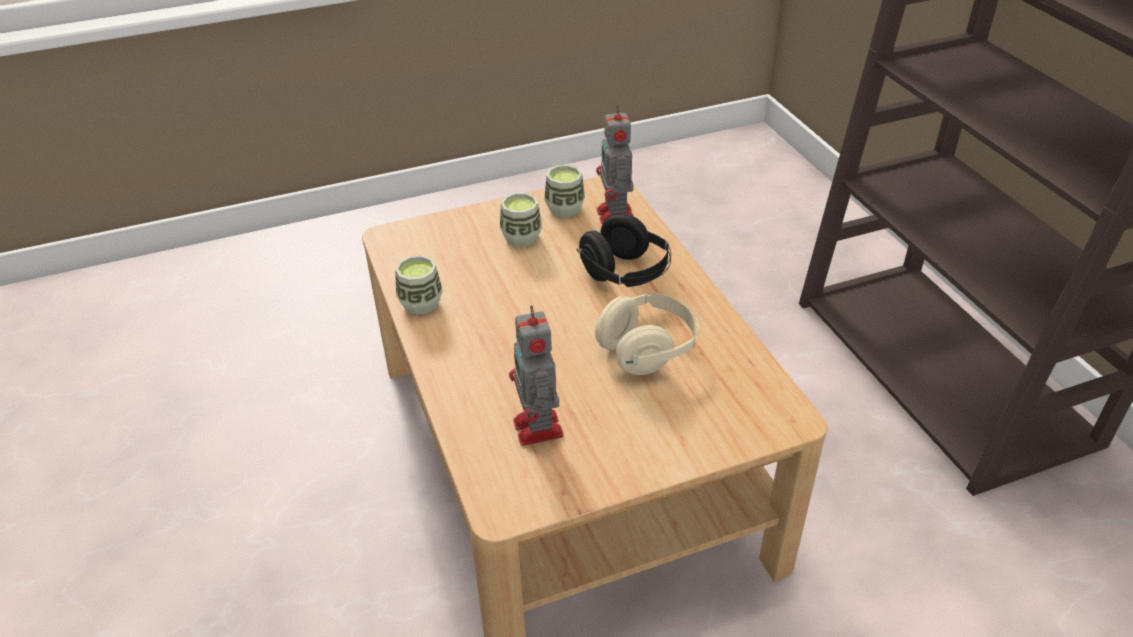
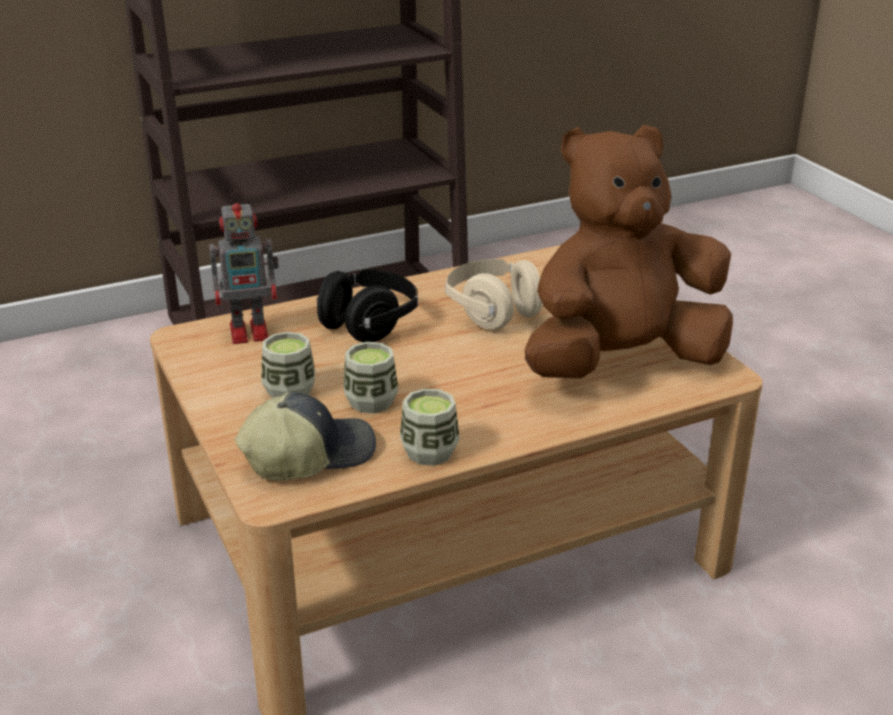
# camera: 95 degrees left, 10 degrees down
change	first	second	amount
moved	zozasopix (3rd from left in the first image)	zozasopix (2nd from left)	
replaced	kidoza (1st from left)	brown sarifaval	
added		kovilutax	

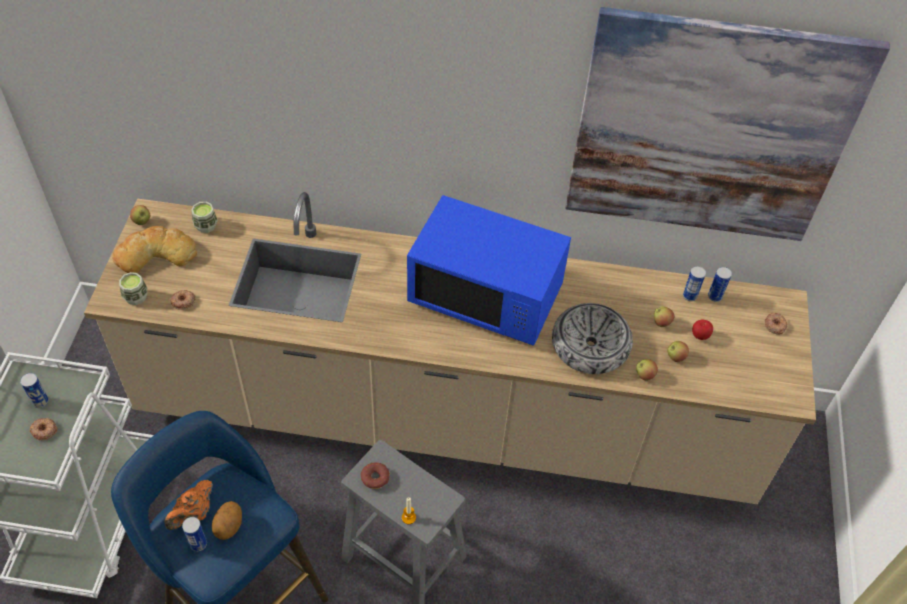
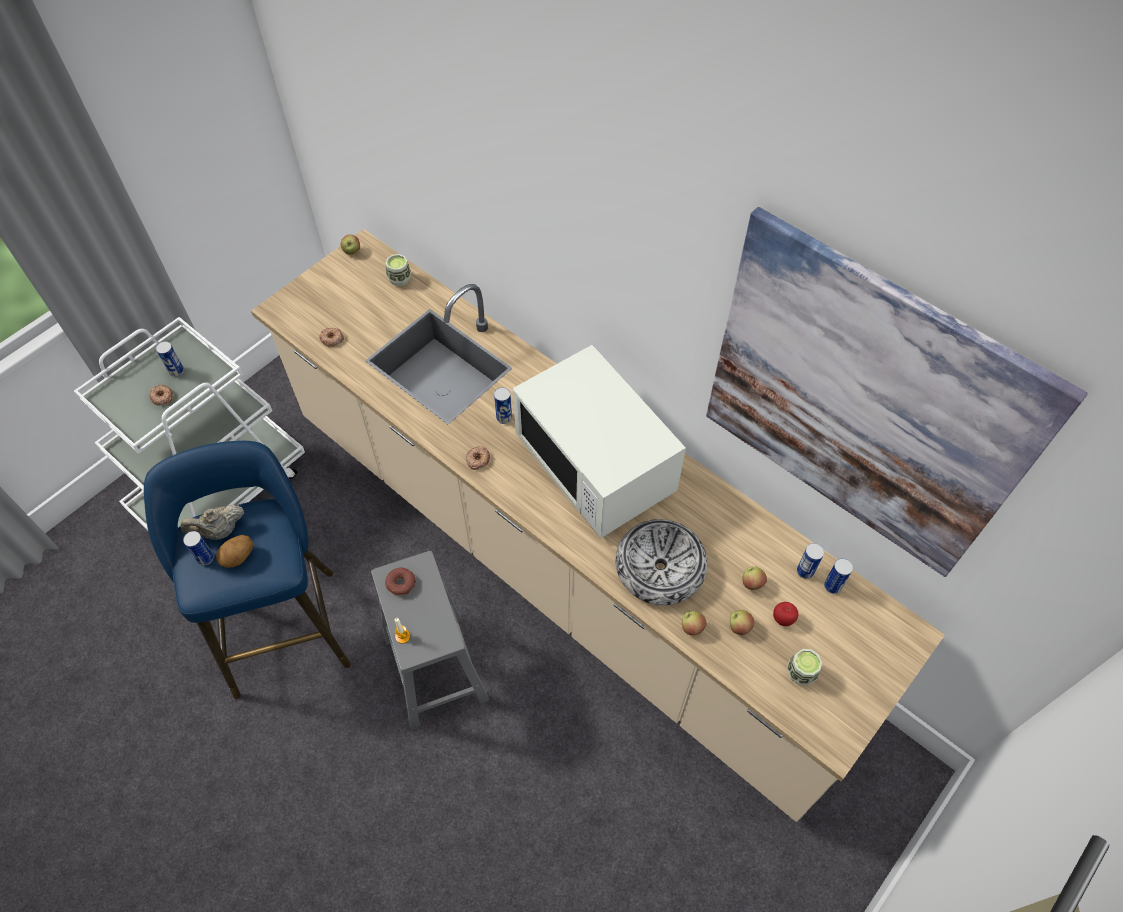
# camera: 35 degrees right, 5 degrees up
change	first	second	amount
recoloured	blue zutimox	white zutimox	
removed	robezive		
moved	zozasopix (1st from left in the first image)	zozasopix (2nd from left)	
moved	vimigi (4th from left)		
recoloured	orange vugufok	beige vugufok	
added		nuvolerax (3rd from left)	

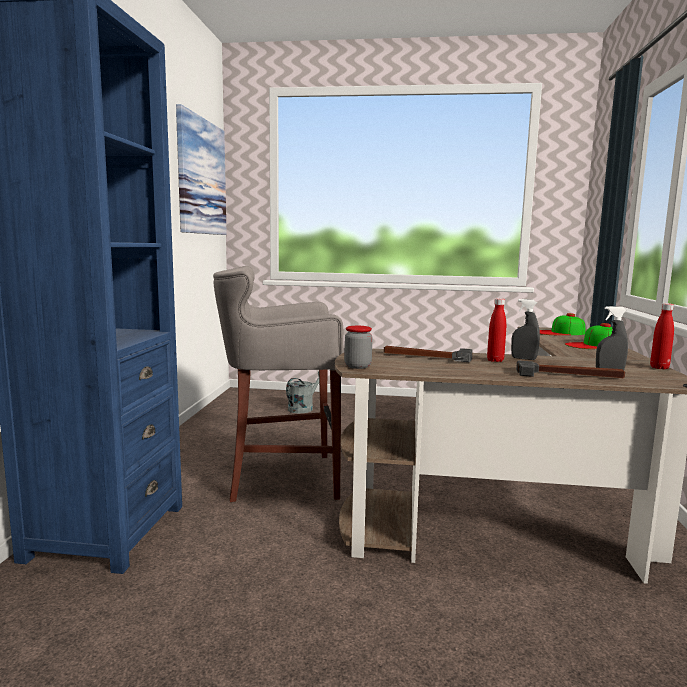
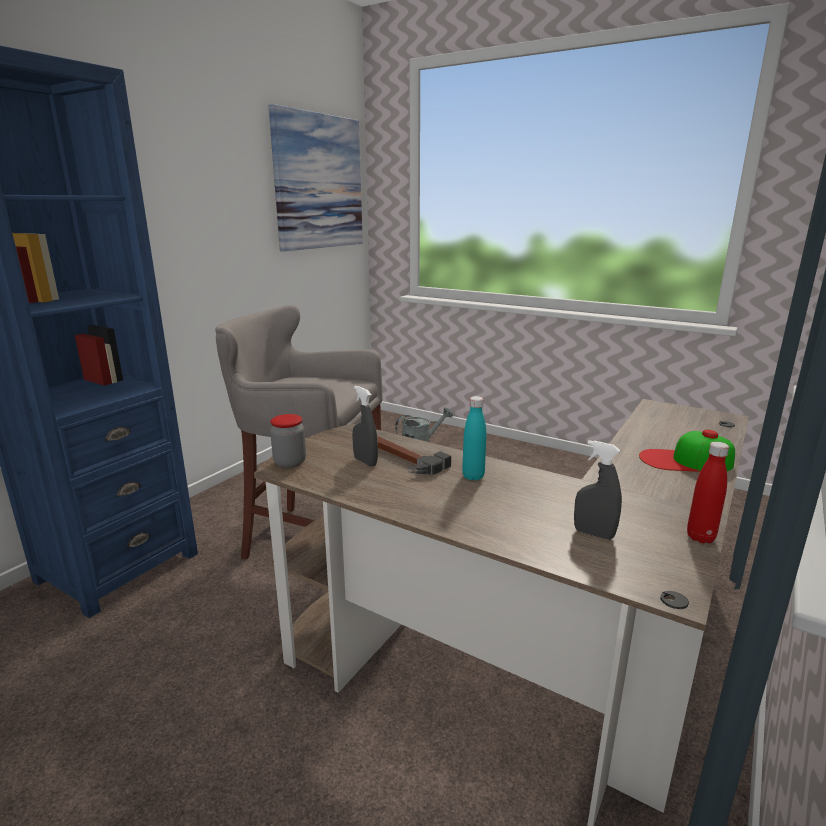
# camera: 25 degrees right, 10 degrees up
change	first	second	amount
recoloured	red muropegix (1st from left)	turquoise muropegix	
moved	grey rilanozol (1st from left)		
removed	kovilutax (1st from left)		
removed	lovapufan (2nd from left)		

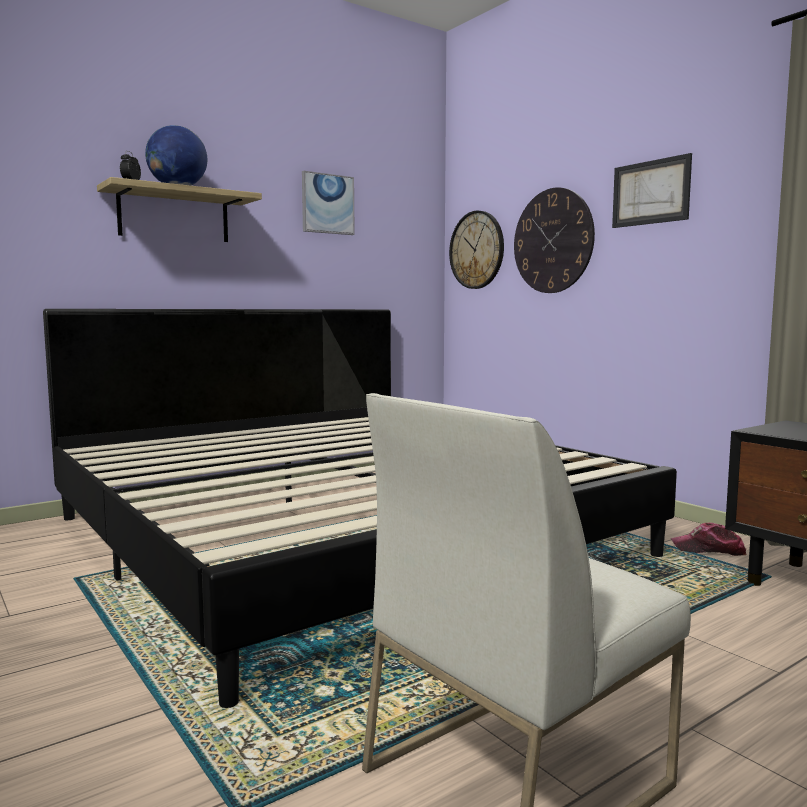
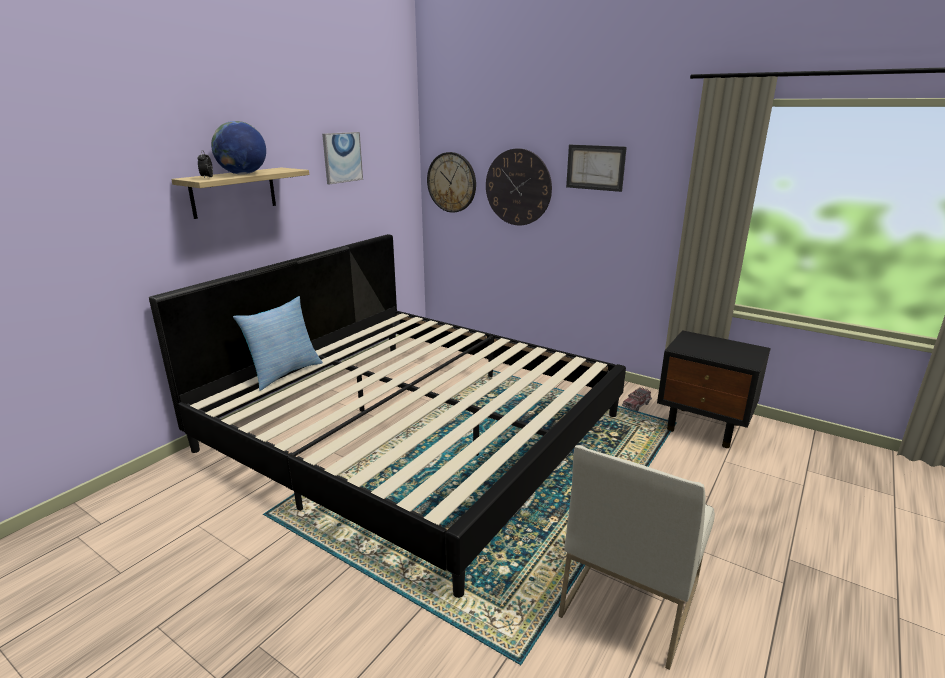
# camera: 20 degrees left, 15 degrees up
change	first	second	amount
replaced	kovilutax	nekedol	
added		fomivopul	

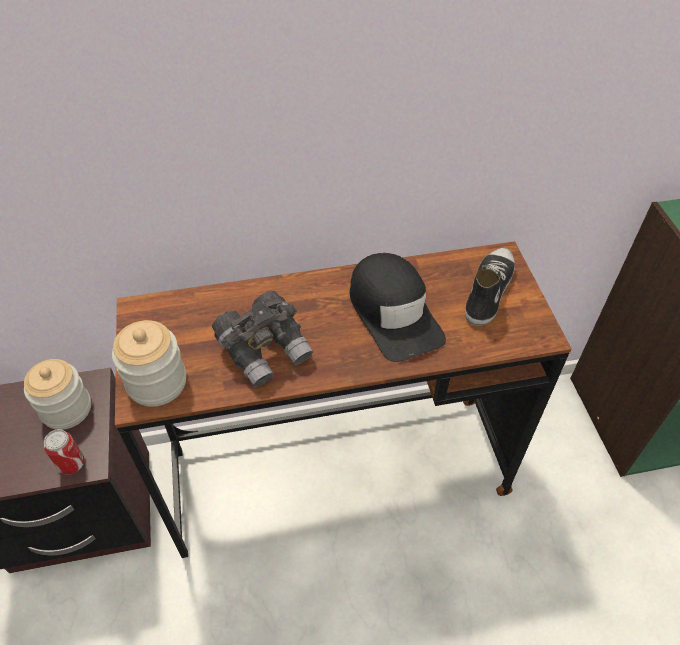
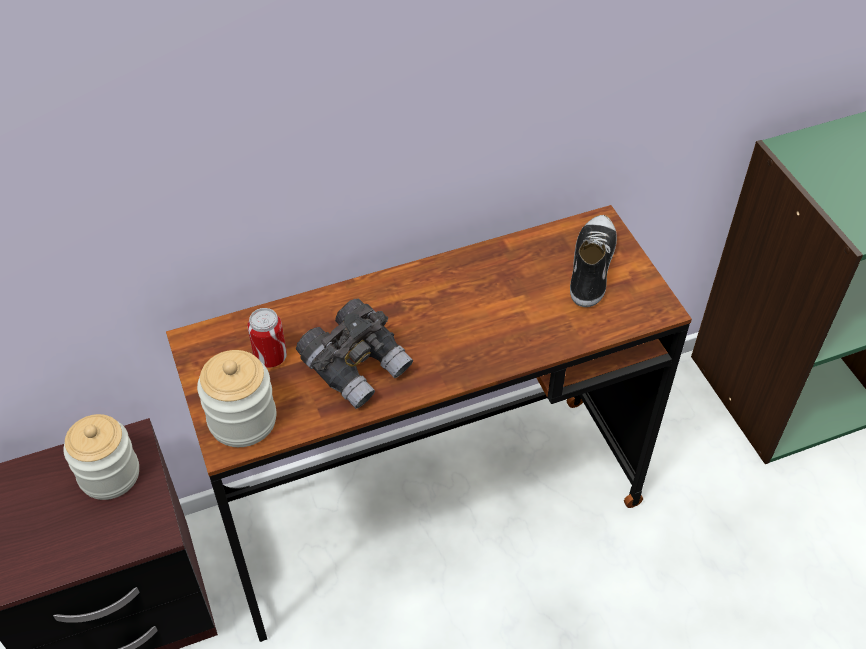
# camera: 10 degrees left, 0 degrees up
change	first	second	amount
removed	black kovilutax		
moved	nuvolerax		

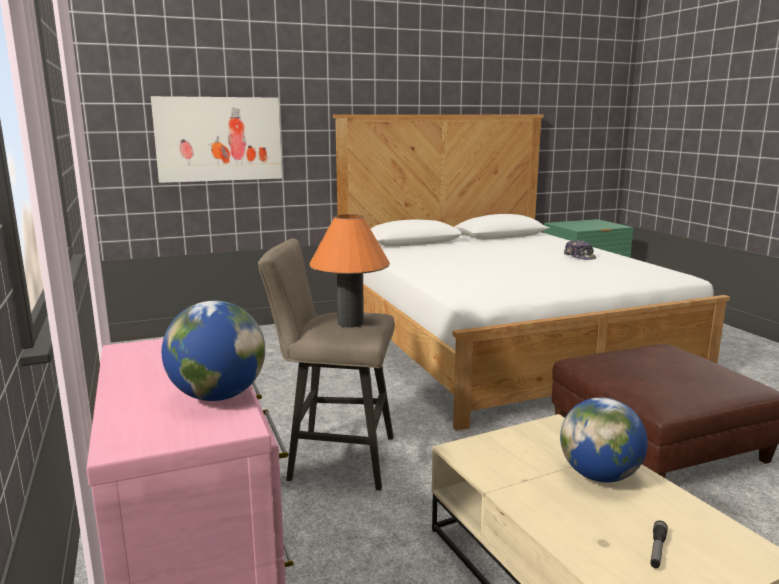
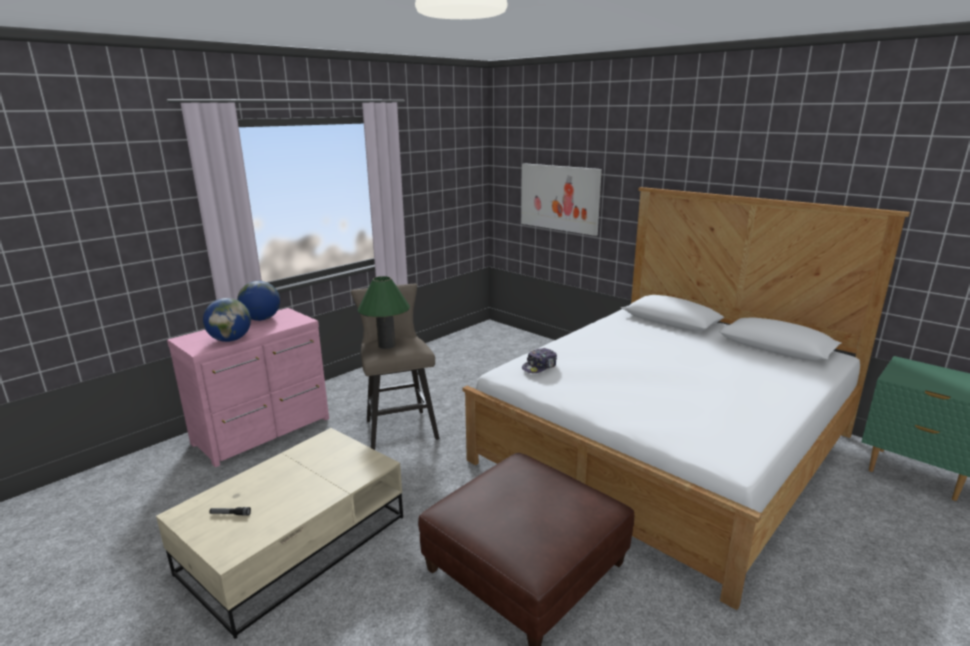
# camera: 65 degrees right, 5 degrees up
change	first	second	amount
recoloured	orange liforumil	green liforumil	
moved	kovilutax		
moved	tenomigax (2nd from left)		

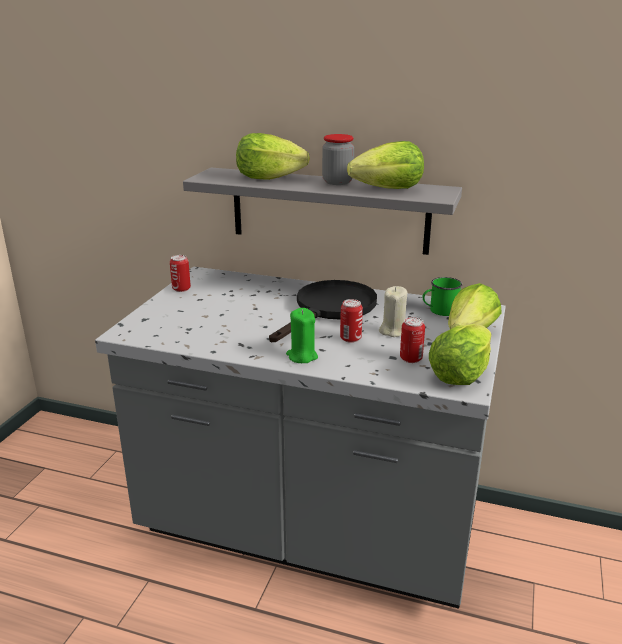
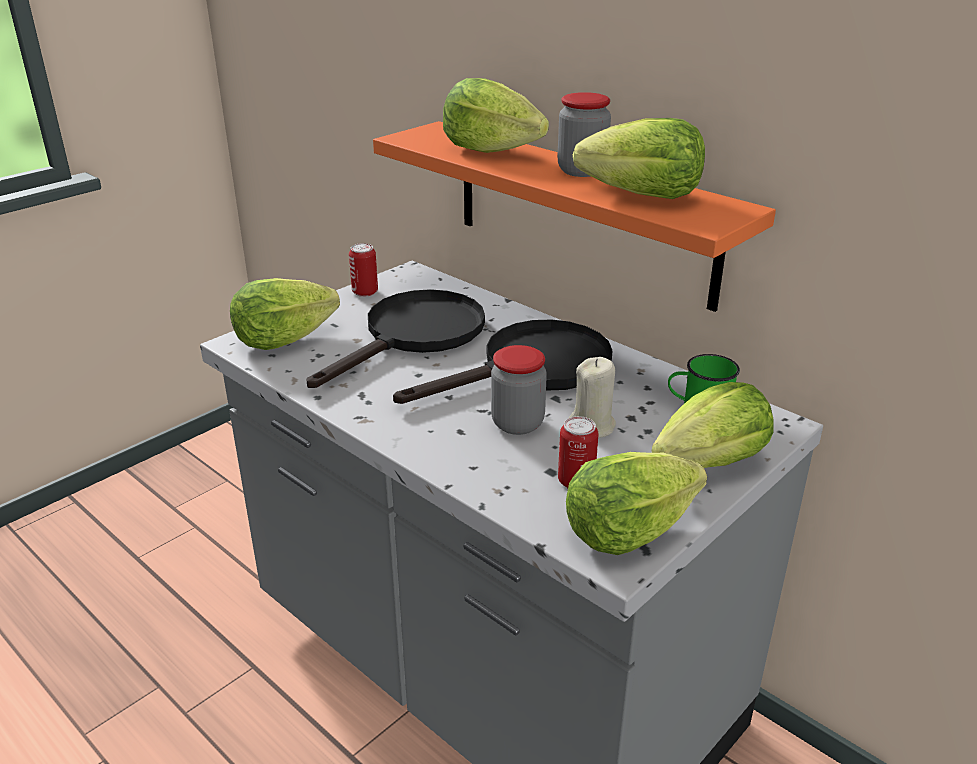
# camera: 25 degrees right, 5 degrees up
change	first	second	amount
recoloured	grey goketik	orange goketik	
replaced	nuvolerax (2nd from left)	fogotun (1st from left)	
removed	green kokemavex		
added		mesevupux (1st from left)	
added		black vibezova (1st from left)	

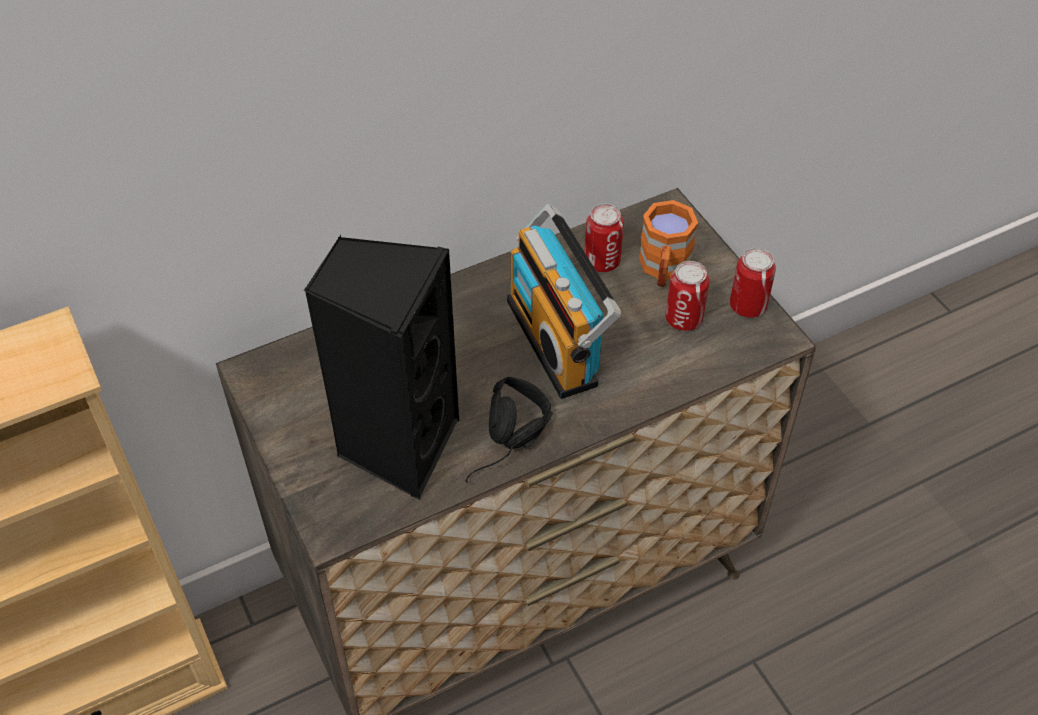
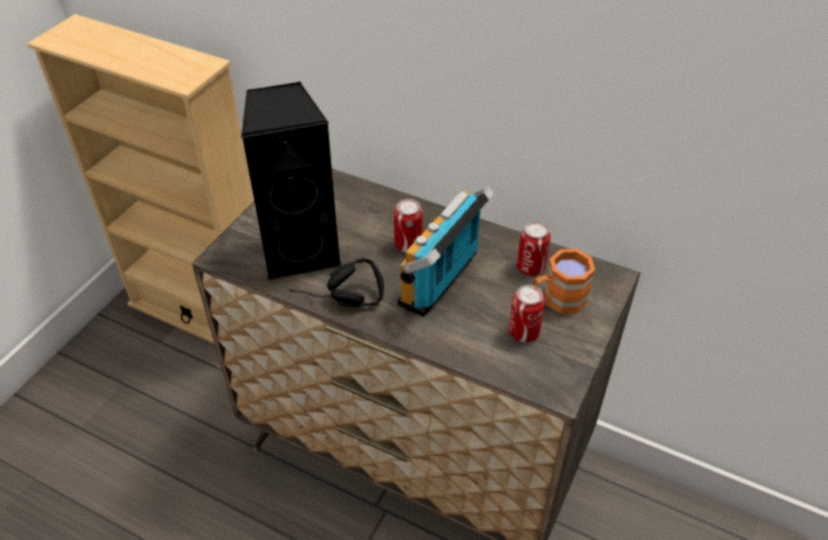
# camera: 55 degrees right, 5 degrees down
change	first	second	amount
moved	nuvolerax (3rd from left in the first image)	nuvolerax (1st from left)	

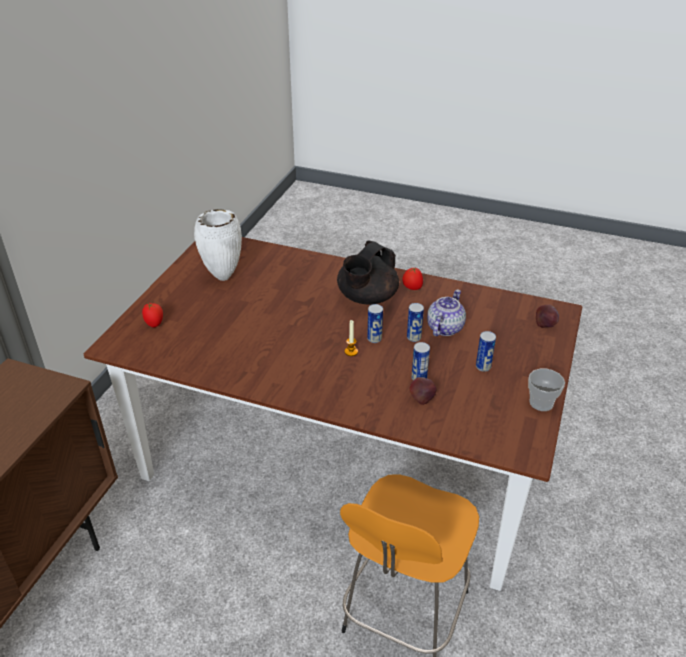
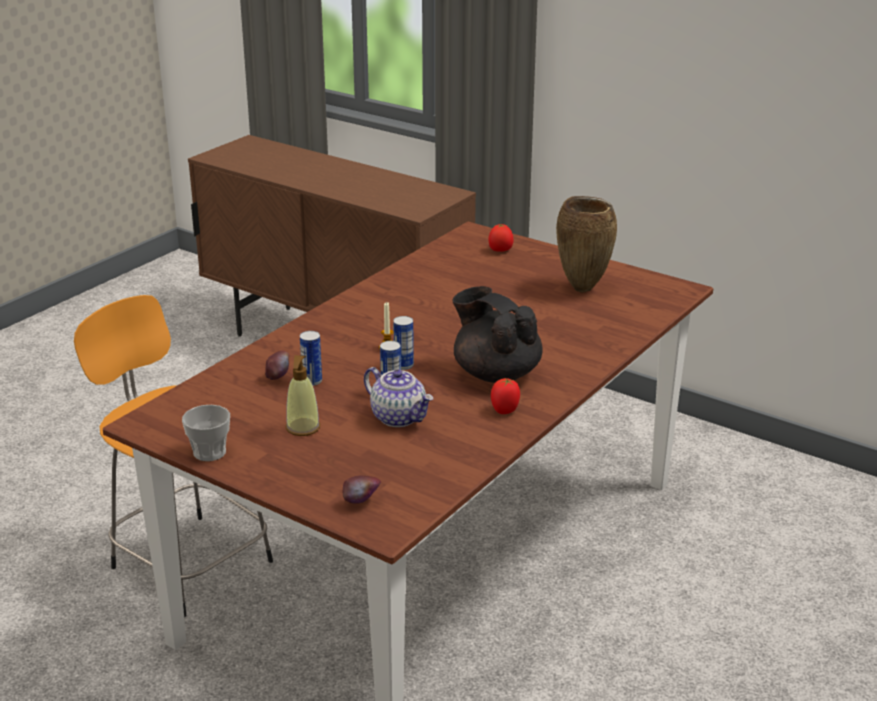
# camera: 105 degrees right, 10 degrees down
change	first	second	amount
recoloured	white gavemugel	brown gavemugel	
replaced	nuvolerax (4th from left)	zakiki	

